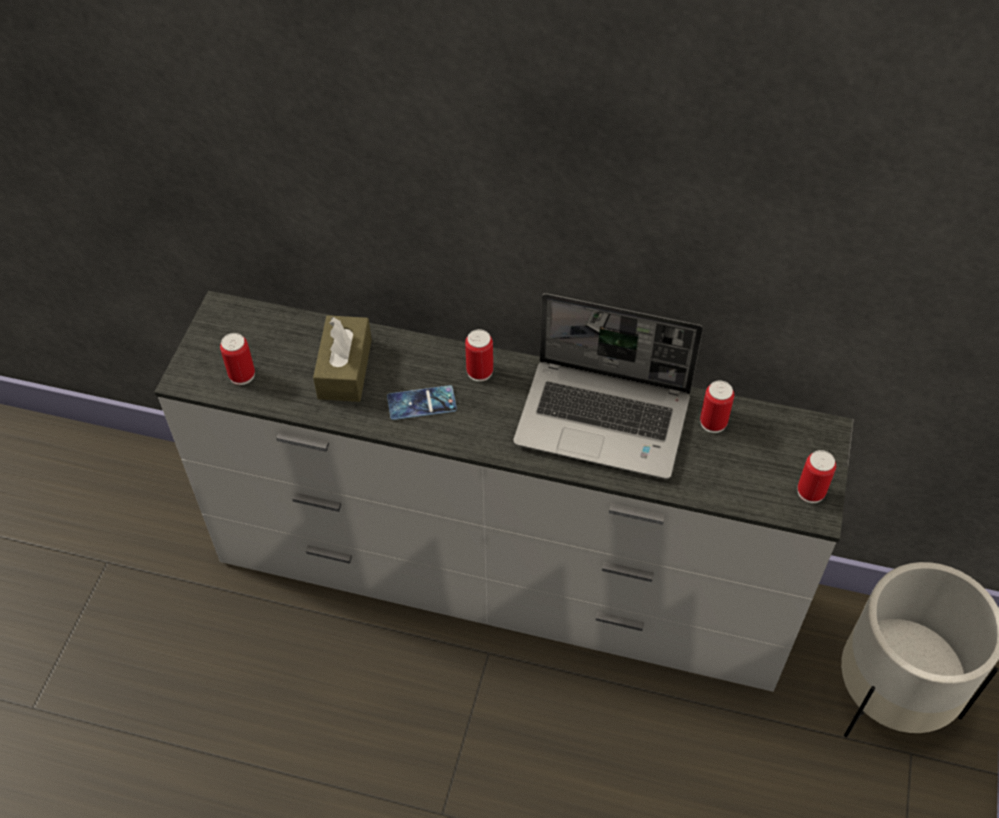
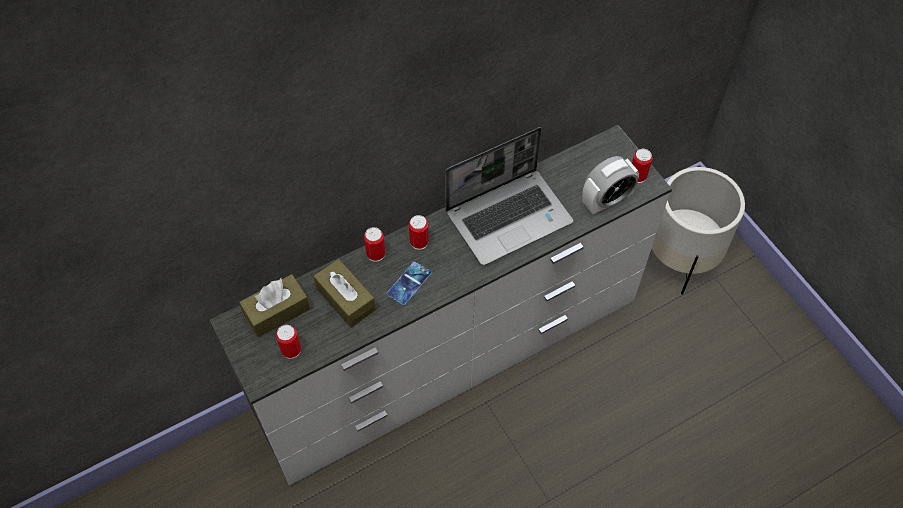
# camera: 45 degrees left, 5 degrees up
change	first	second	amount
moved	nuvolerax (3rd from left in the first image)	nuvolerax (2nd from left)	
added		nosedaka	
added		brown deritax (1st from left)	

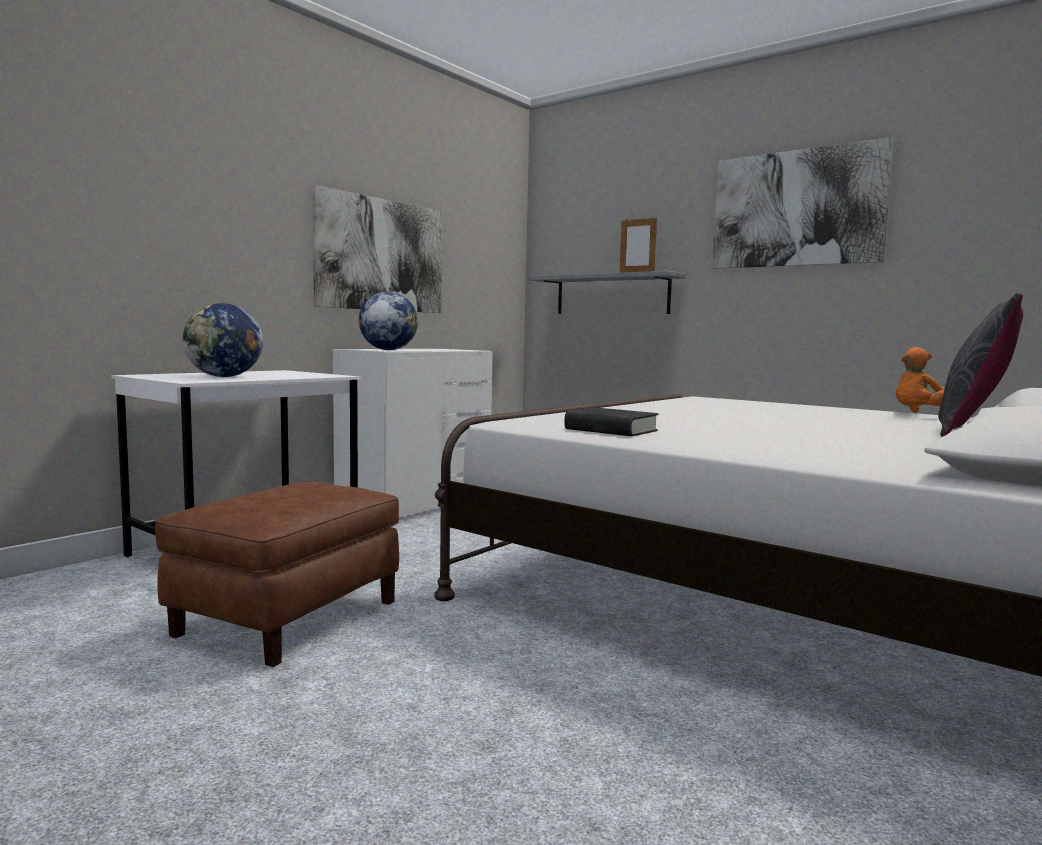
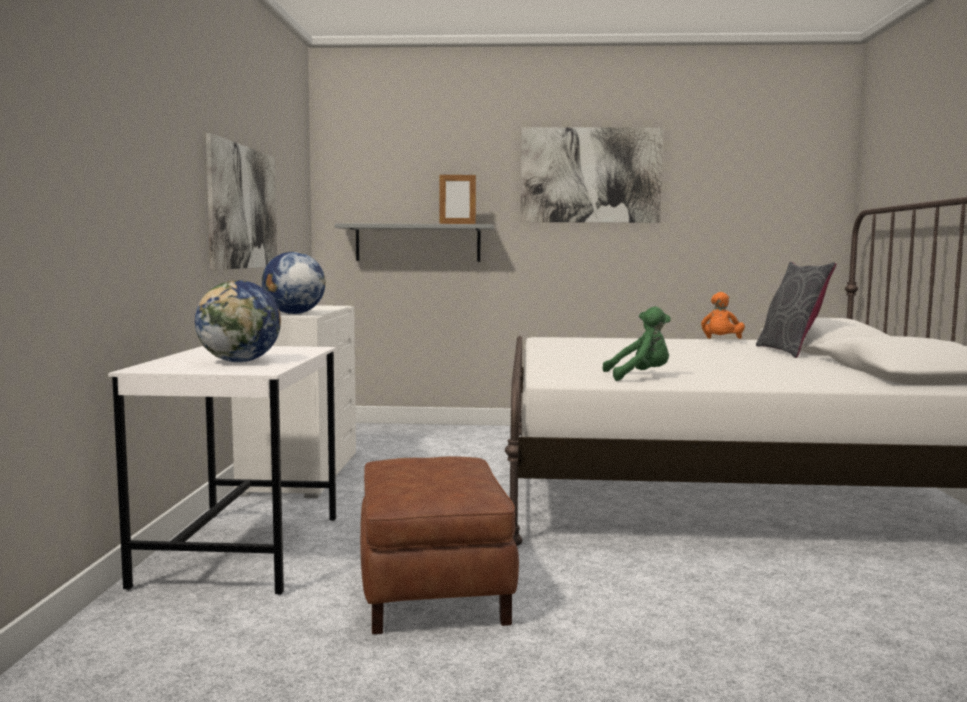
# camera: 35 degrees left, 0 degrees up
change	first	second	amount
replaced	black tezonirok	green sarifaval	

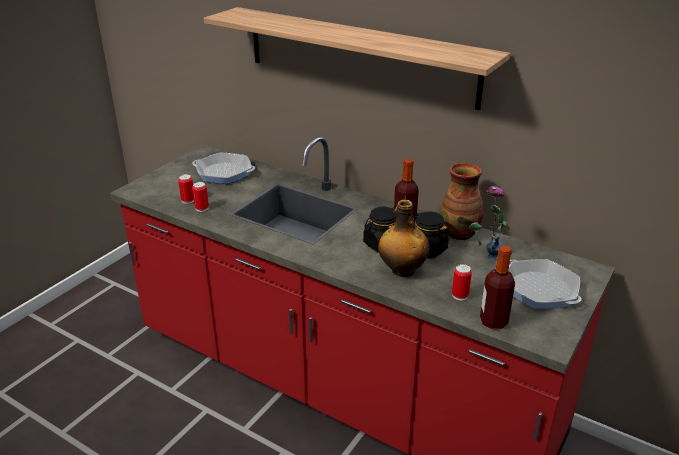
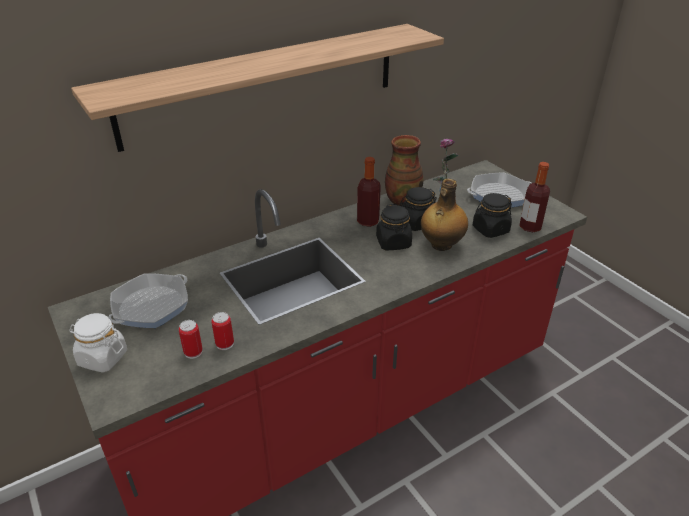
# camera: 65 degrees left, 5 degrees up
change	first	second	amount
replaced	nuvolerax (3rd from left)	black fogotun (3rd from left)	
added		white fogotun	

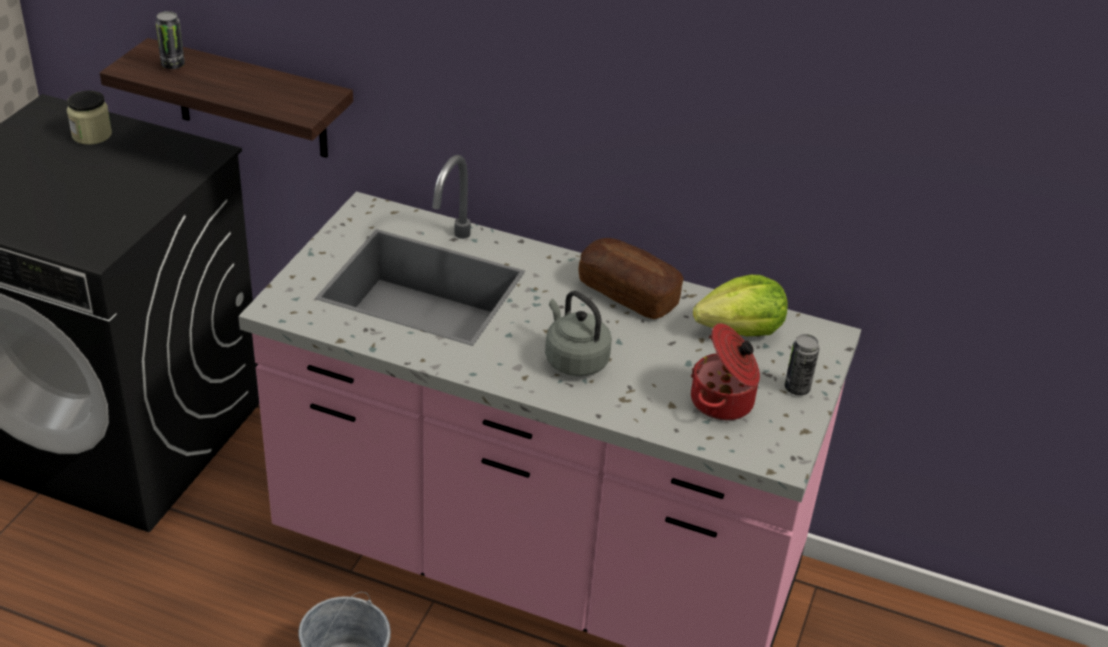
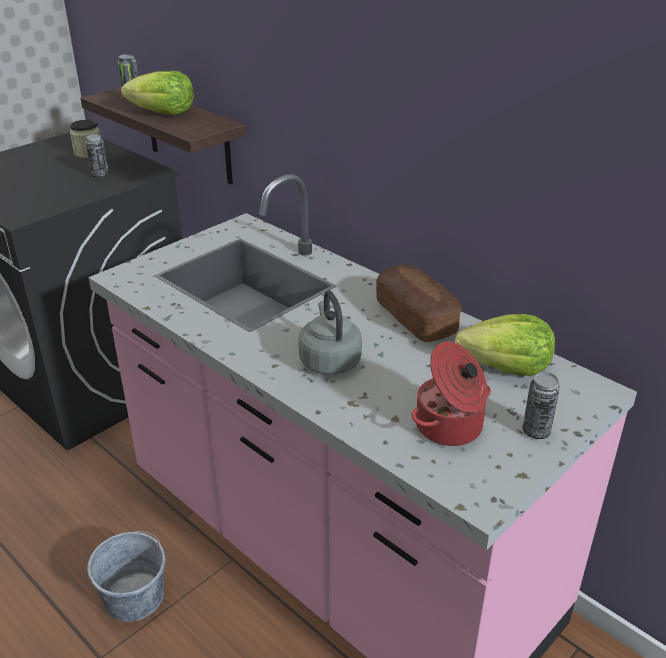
# camera: 25 degrees right, 5 degrees down
change	first	second	amount
added		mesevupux (1st from left)	
added		nuvolerax (1st from left)	

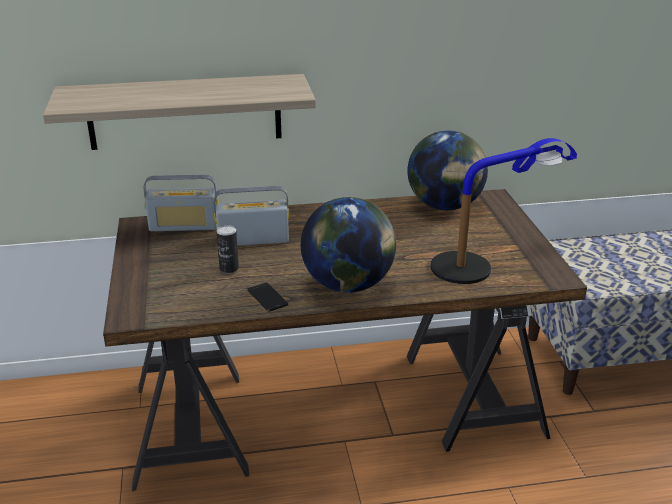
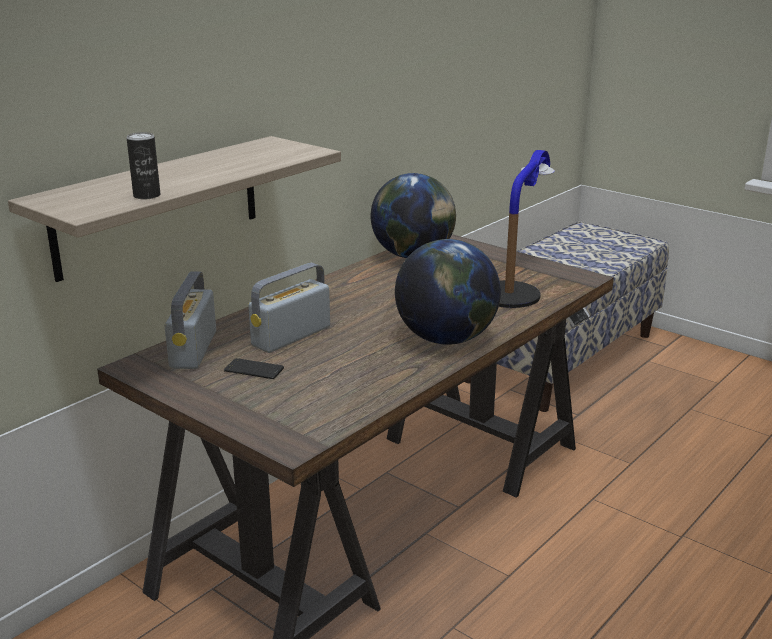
# camera: 40 degrees left, 5 degrees down
change	first	second	amount
turned	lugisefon (1st from left)		135 degrees clockwise
moved	nuvolerax		
moved	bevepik		

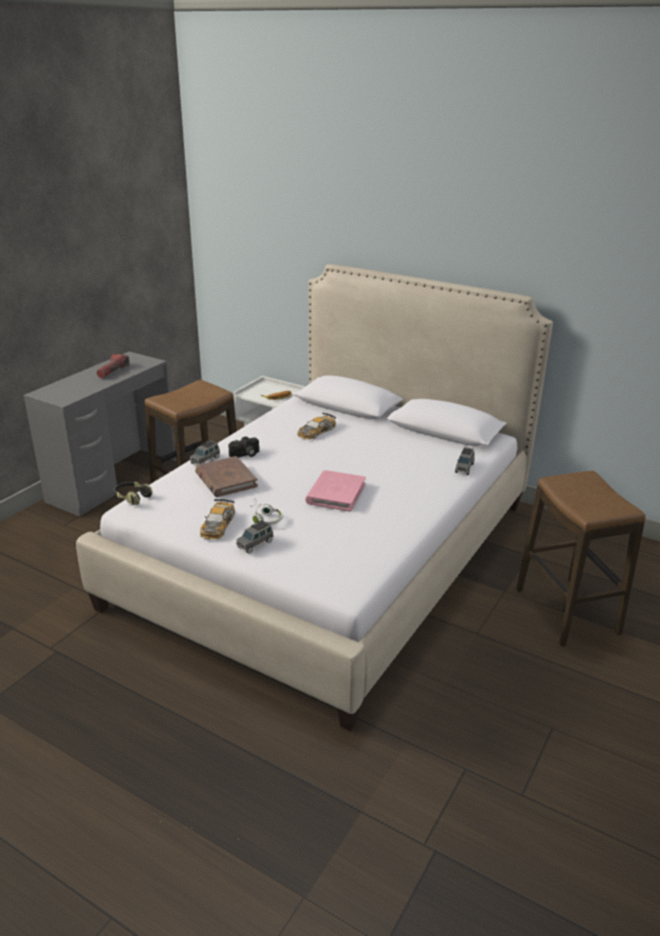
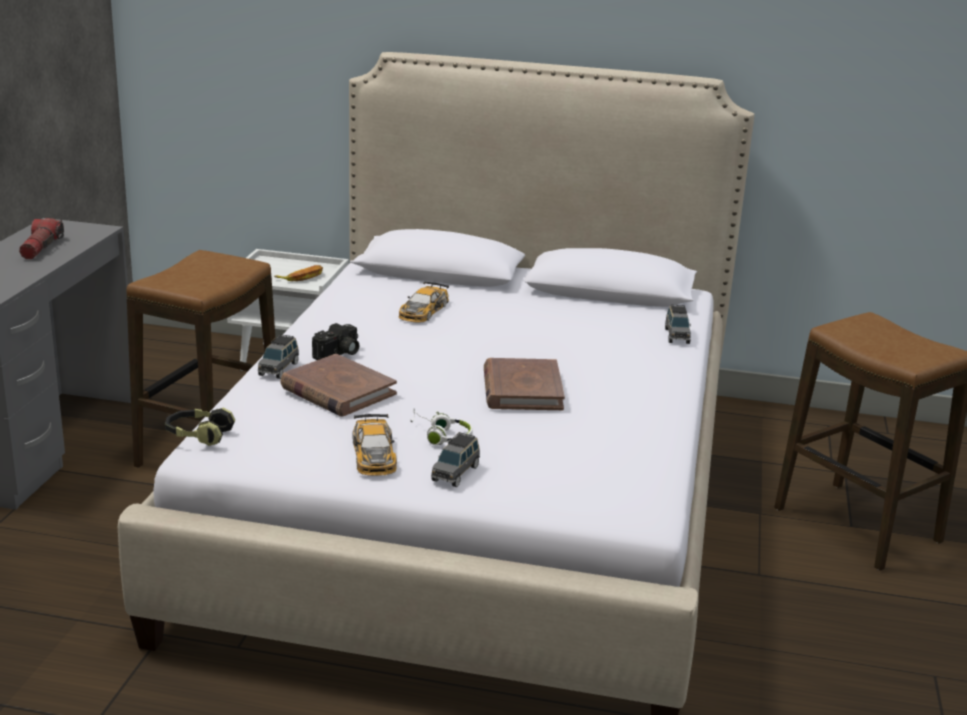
# camera: 20 degrees left, 5 degrees down
change	first	second	amount
recoloured	pink tezonirok	brown tezonirok (2nd from left)	

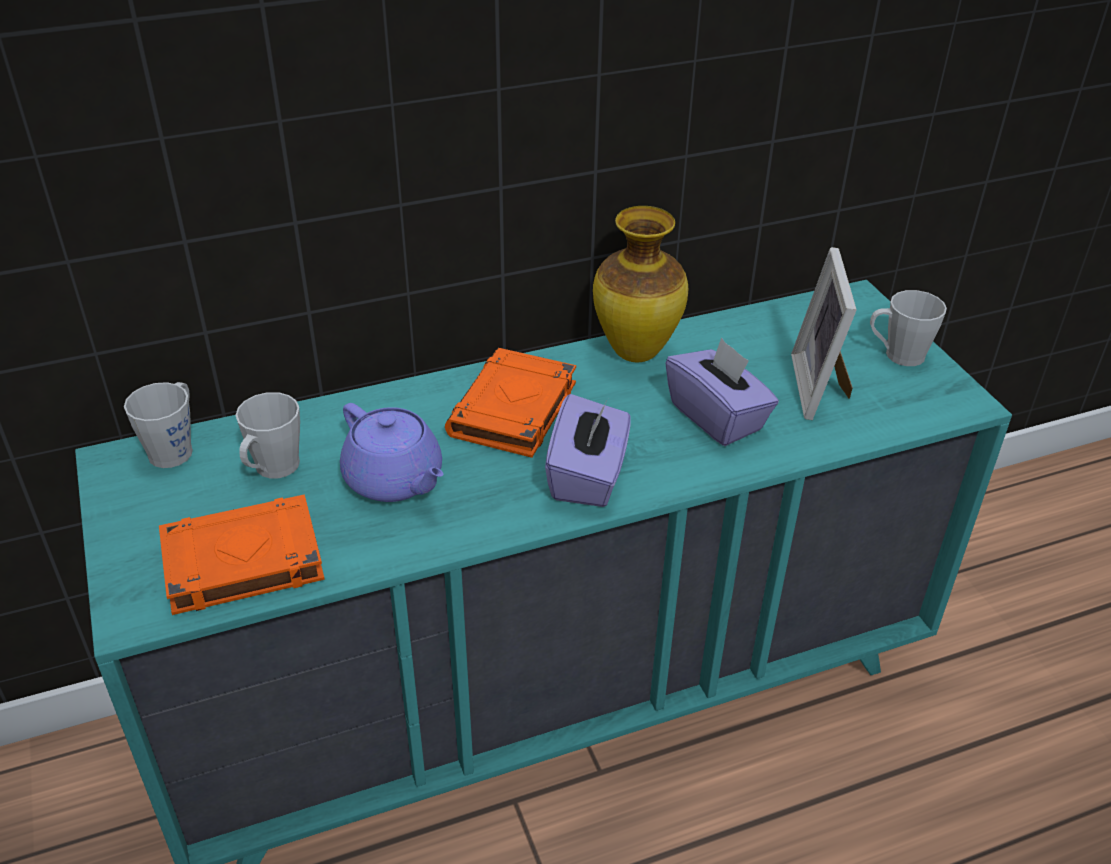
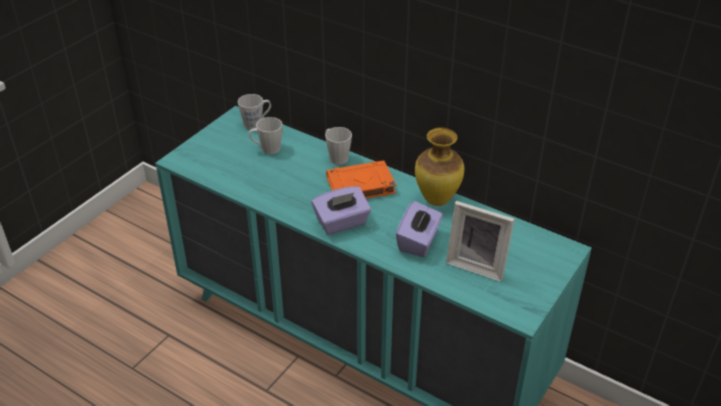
# camera: 55 degrees right, 0 degrees up
change	first	second	amount
turned	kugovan		120 degrees counterclockwise
moved	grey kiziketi (3rd from left)		
removed	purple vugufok		
removed	orange tezonirok (1st from left)		

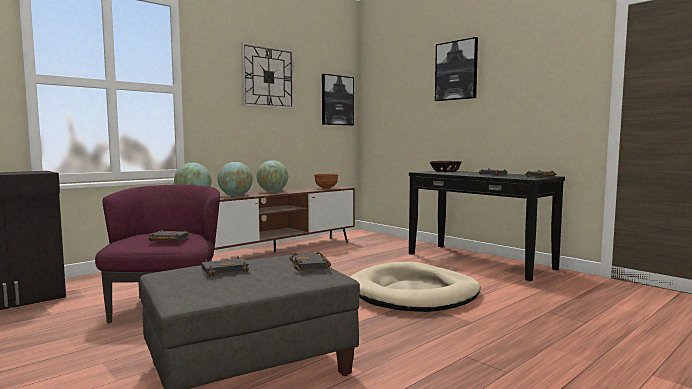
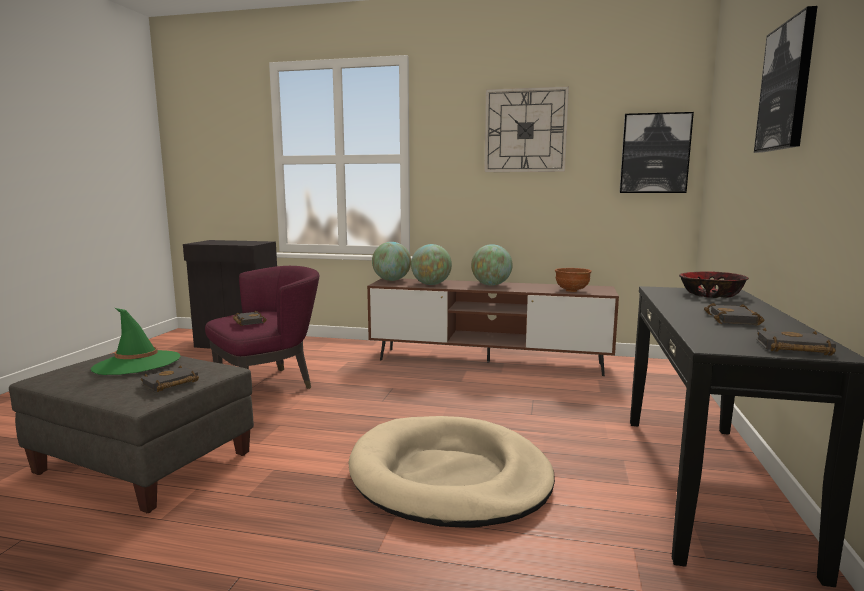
# camera: 55 degrees right, 5 degrees up
change	first	second	amount
replaced	black tezonirok (2nd from left)	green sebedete	

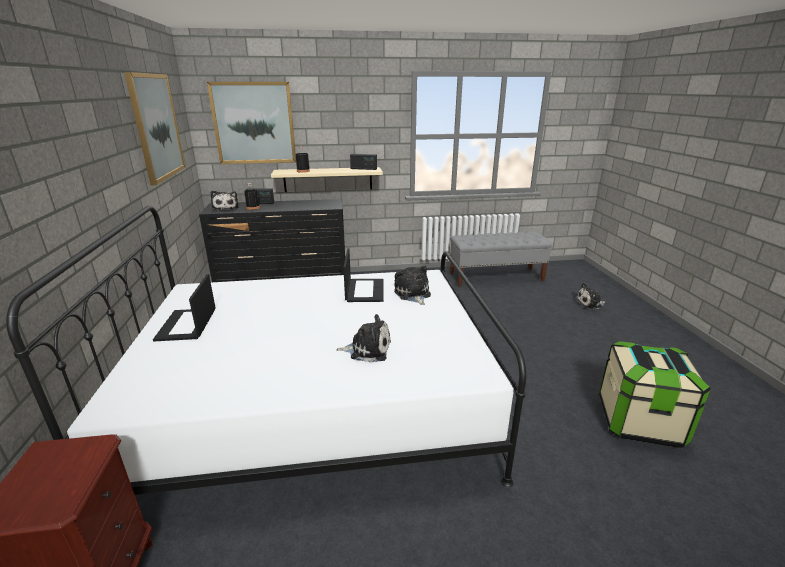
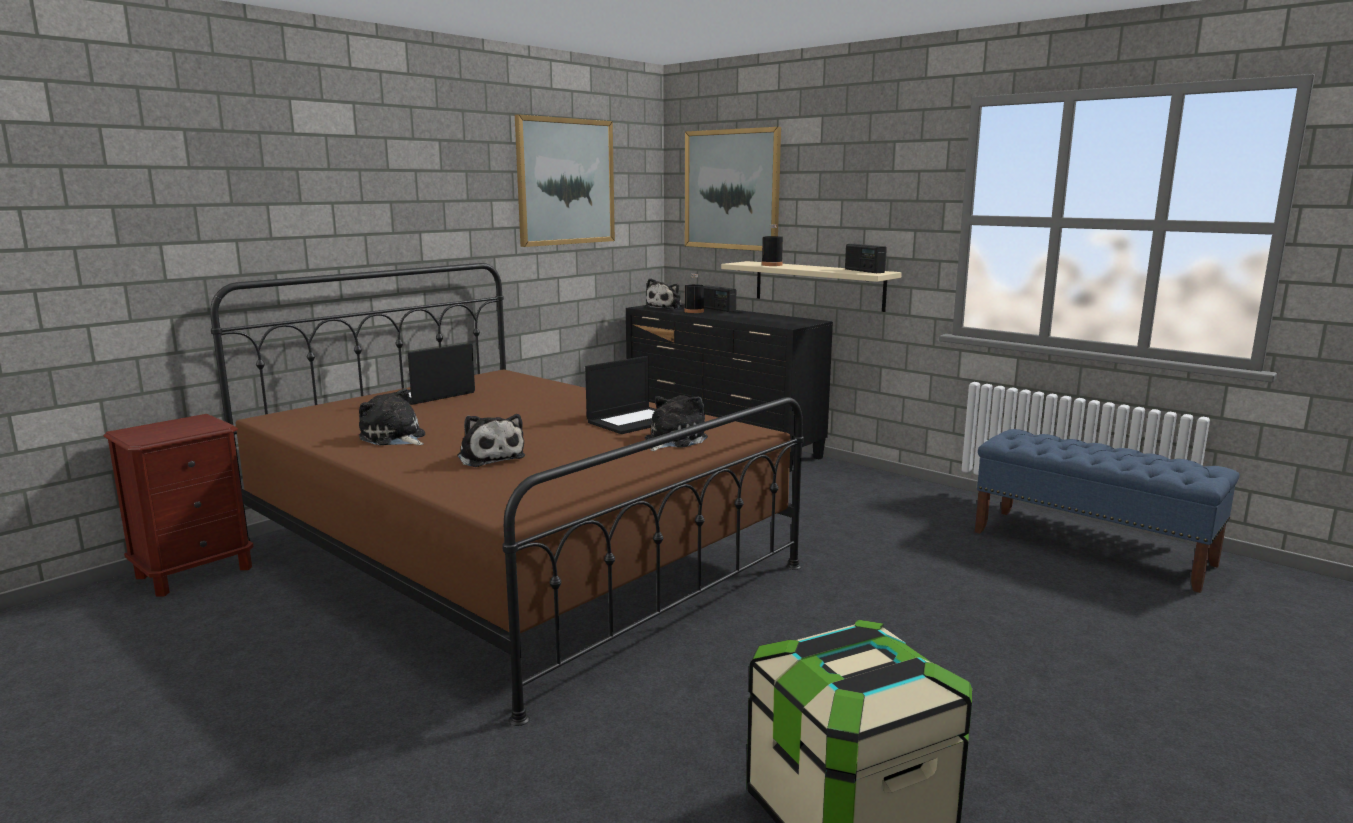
# camera: 50 degrees right, 10 degrees down
change	first	second	amount
recoloured	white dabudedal	brown dabudedal	
recoloured	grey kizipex	blue kizipex	
moved	sarifaval (4th from left in the first image)	sarifaval (1st from left)	

